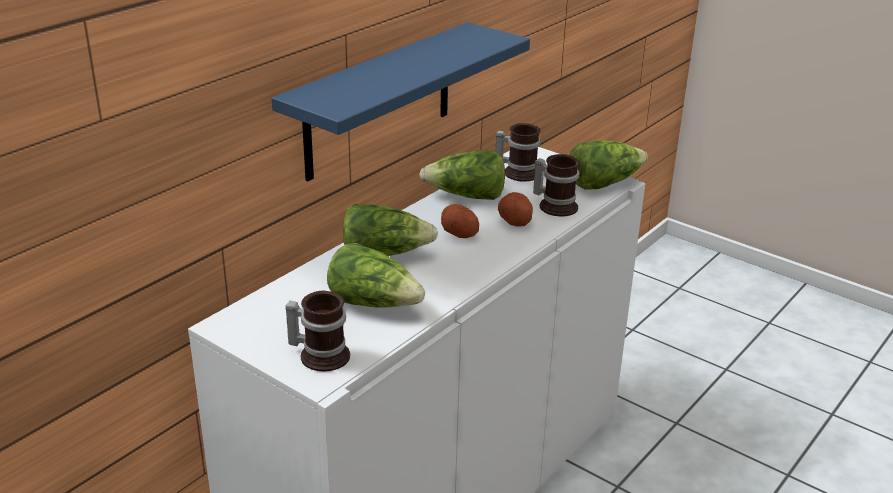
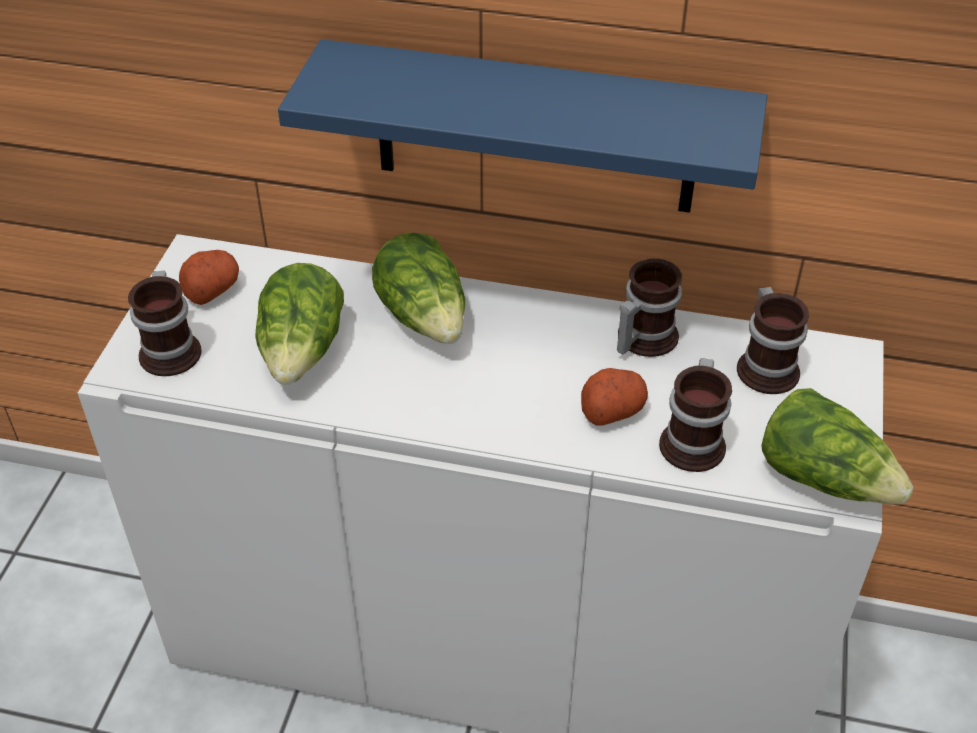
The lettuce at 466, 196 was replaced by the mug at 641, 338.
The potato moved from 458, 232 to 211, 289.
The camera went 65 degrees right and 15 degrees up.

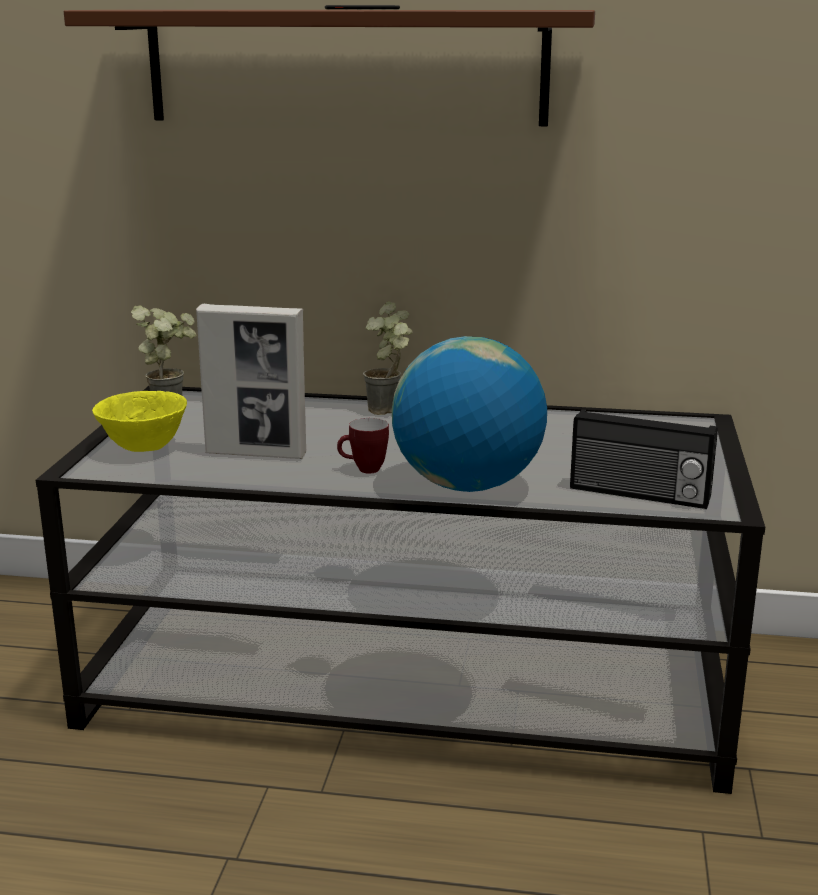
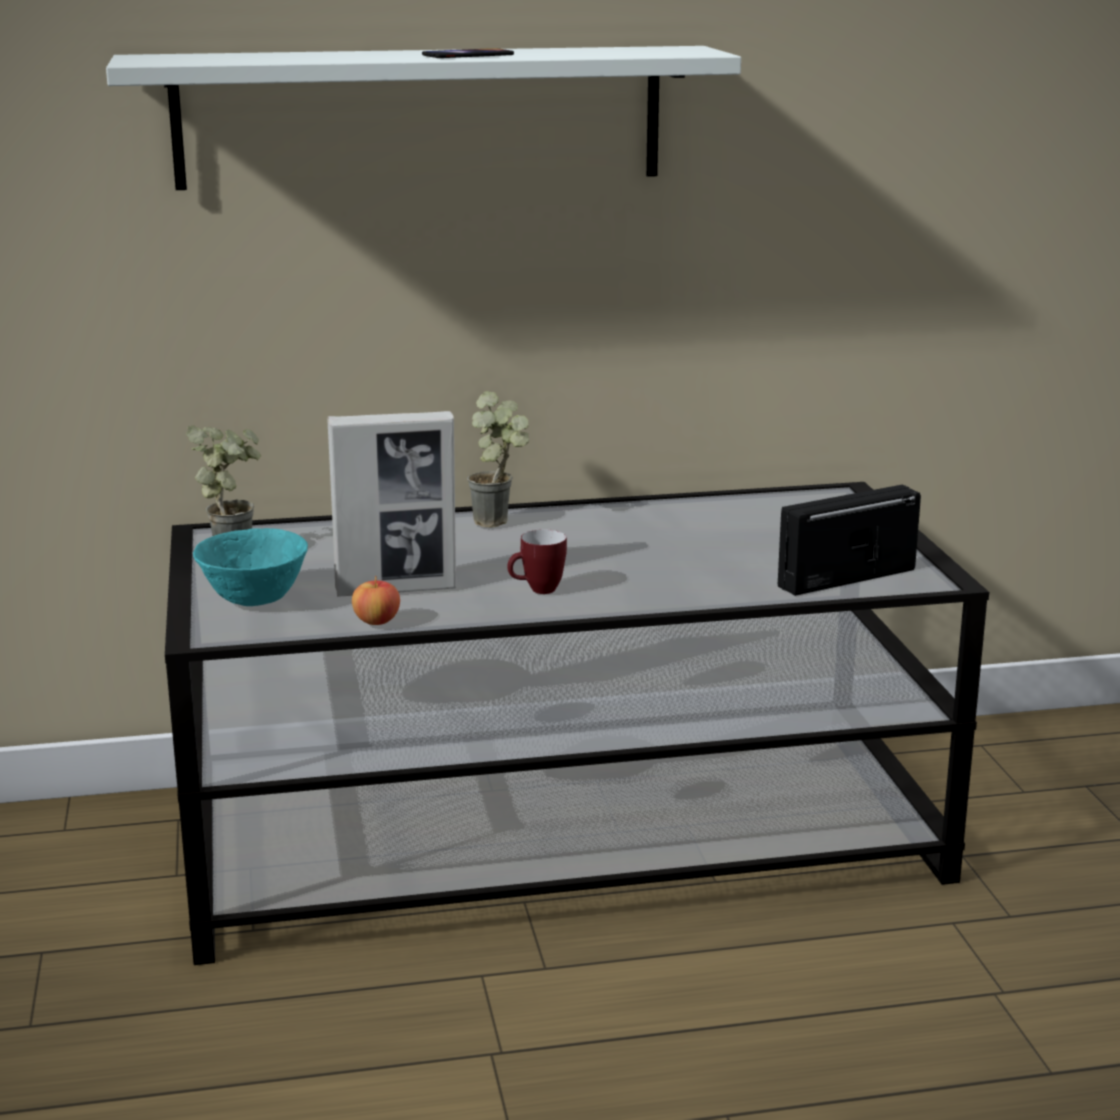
The brown shelf at 345, 67 became the white shelf at 420, 117.
The globe at 467, 485 disappeared.
The yellow bowl at 143, 448 became the turquoise bowl at 253, 601.
The radio at 639, 494 turned 150 degrees clockwise.
The apple at 376, 621 appeared.
The camera went 20 degrees left and 0 degrees up.

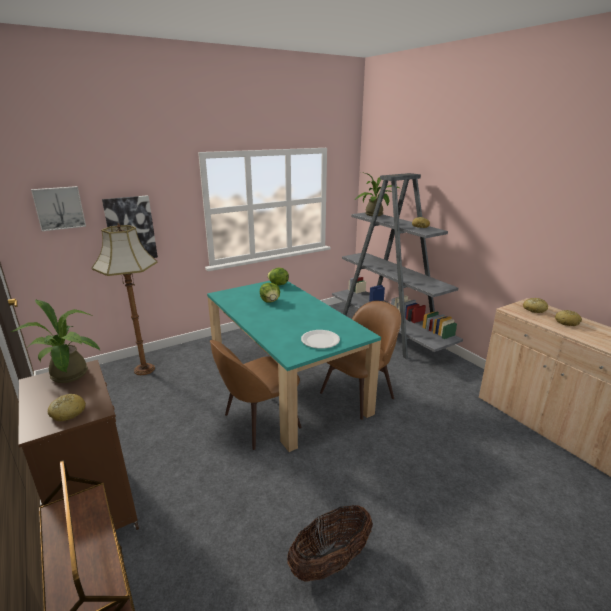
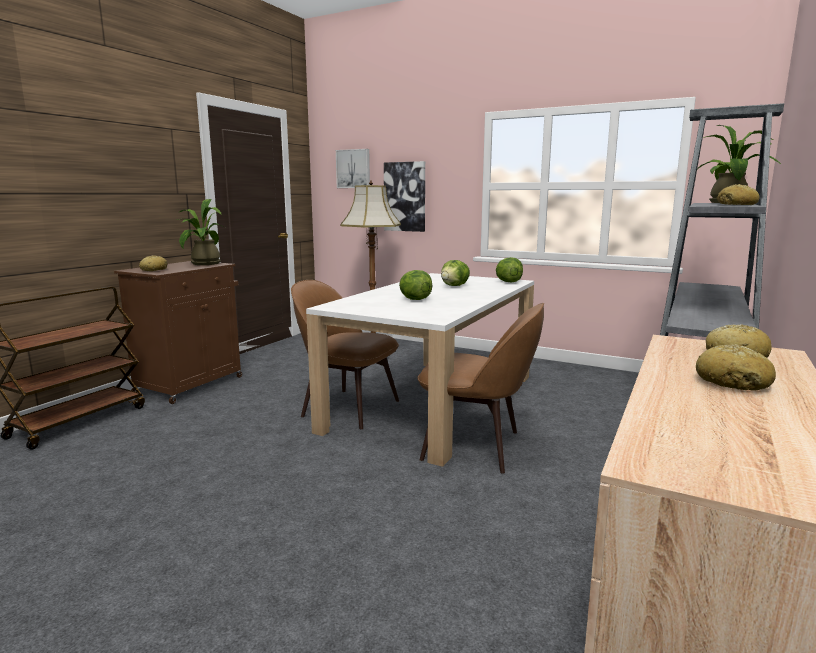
The turquoise dining table at 286, 384 became the white dining table at 435, 401.
The white plate at 320, 340 disappeared.
The basket at 330, 561 disappeared.
The lettuce at 414, 299 appeared.
The camera went 60 degrees right and 10 degrees down.

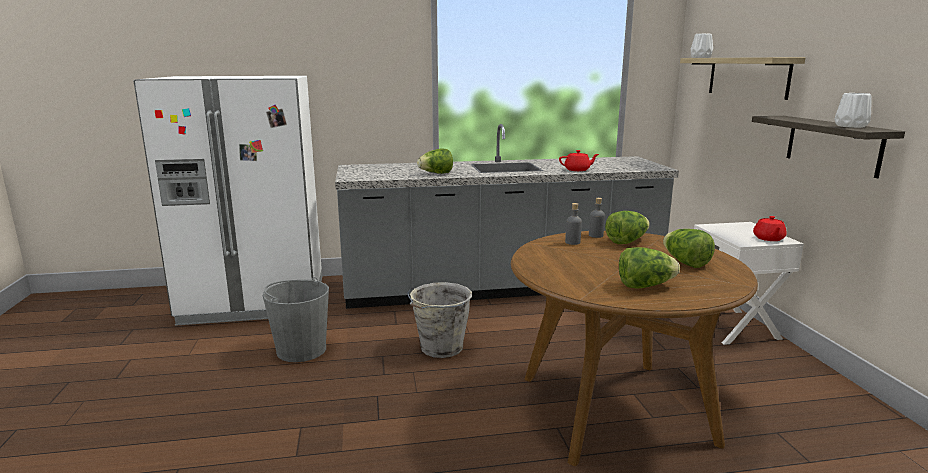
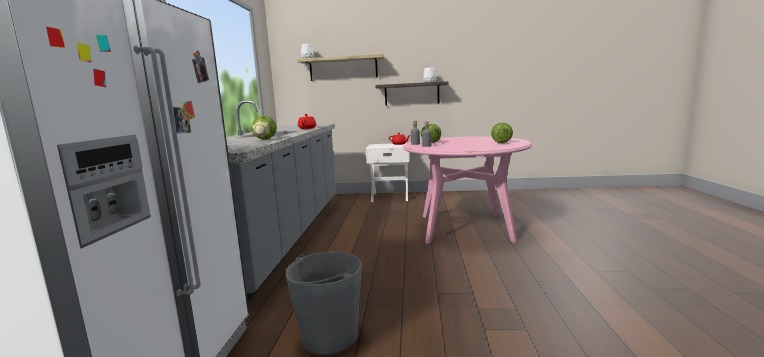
The lettuce at 685, 263 disappeared.
The brown dining table at 615, 408 became the pink dining table at 465, 227.
The grey bucket at 440, 348 disappeared.
The camera went 75 degrees left and 5 degrees down.

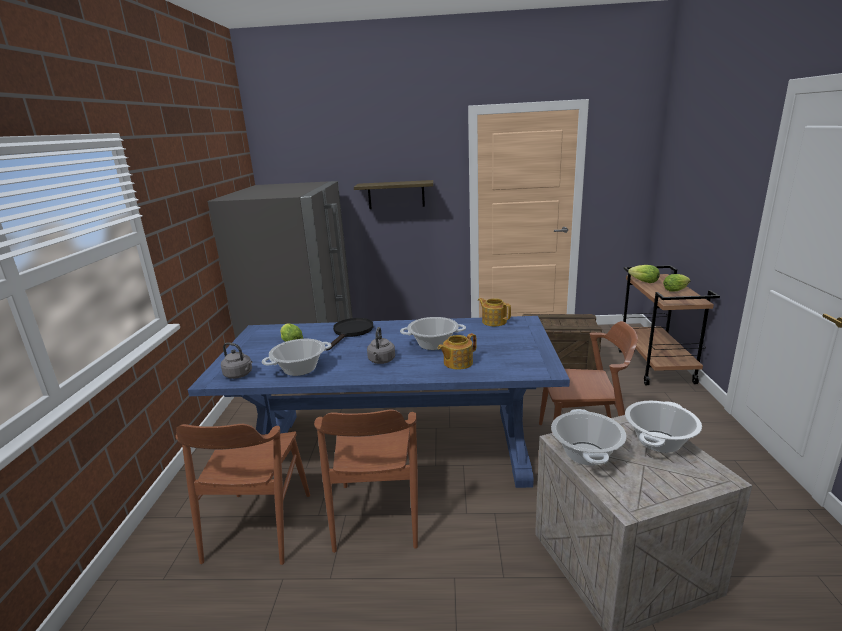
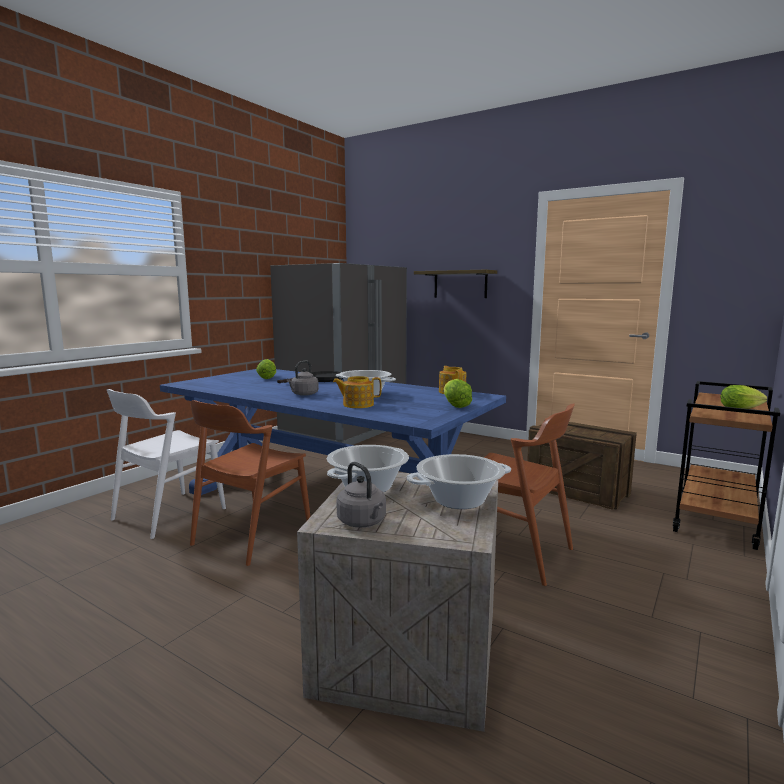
The lettuce moved from 644, 282 to 455, 406.
The cooking pot at 300, 369 disappeared.
The grey kettle moved from 239, 375 to 363, 522.
The brown chair at 258, 526 became the white chair at 169, 514.
The camera went 30 degrees right and 10 degrees down.

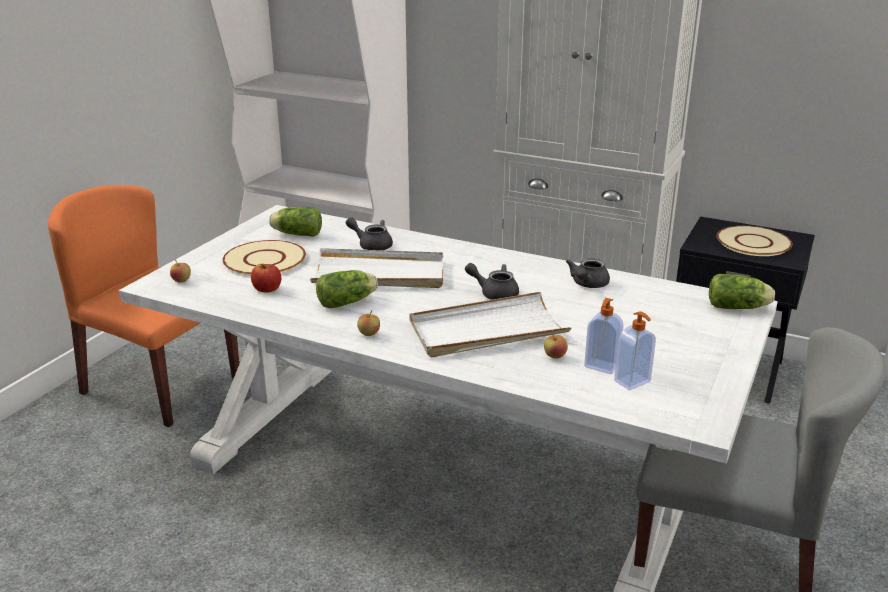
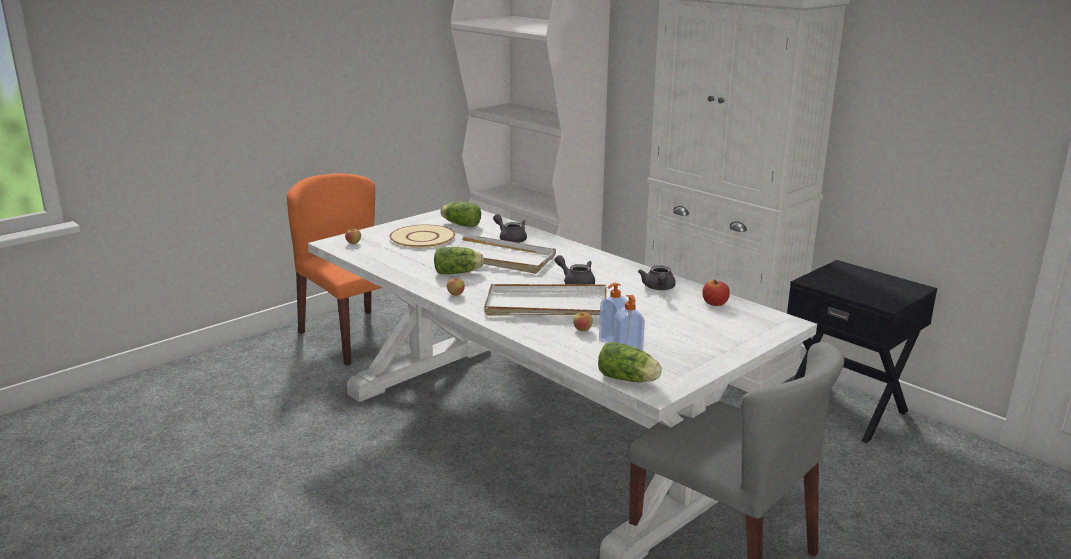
The beige plate at 753, 242 disappeared.
The grey teapot at 587, 285 turned 45 degrees counterclockwise.
The apple moved from 267, 289 to 715, 303.
The lettuce moved from 739, 307 to 629, 379.
The camera went 20 degrees right and 5 degrees down.

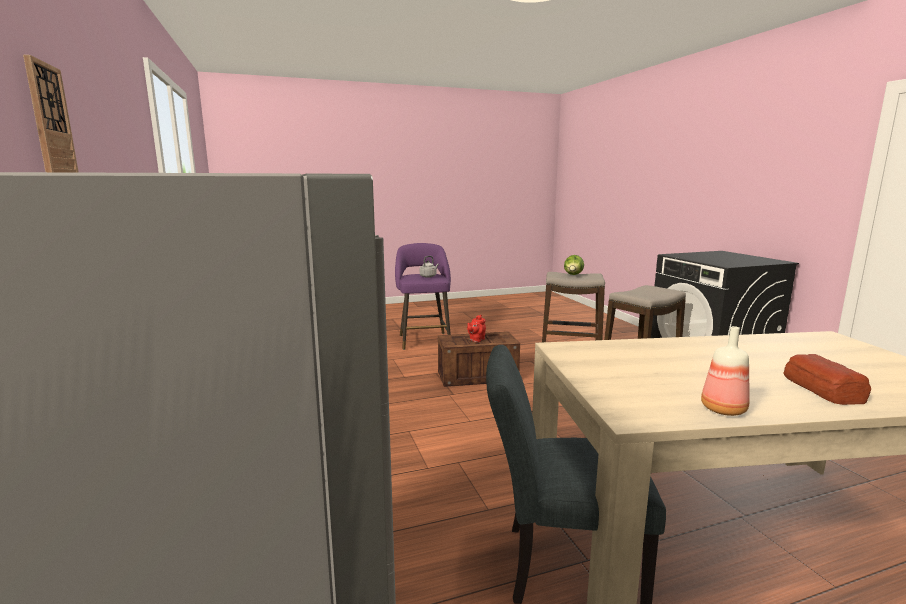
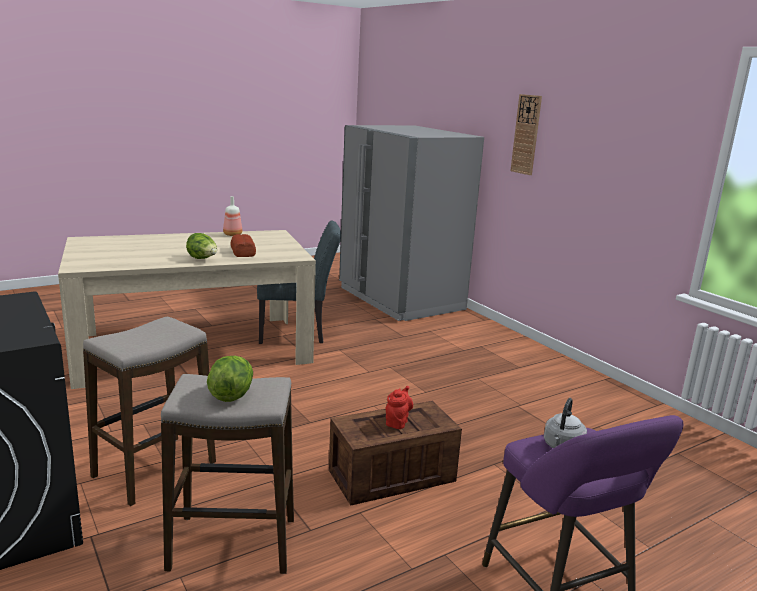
The bread moved from 822, 389 to 242, 252.
The lettuce at 203, 259 appeared.
The camera went 165 degrees right and 5 degrees up.

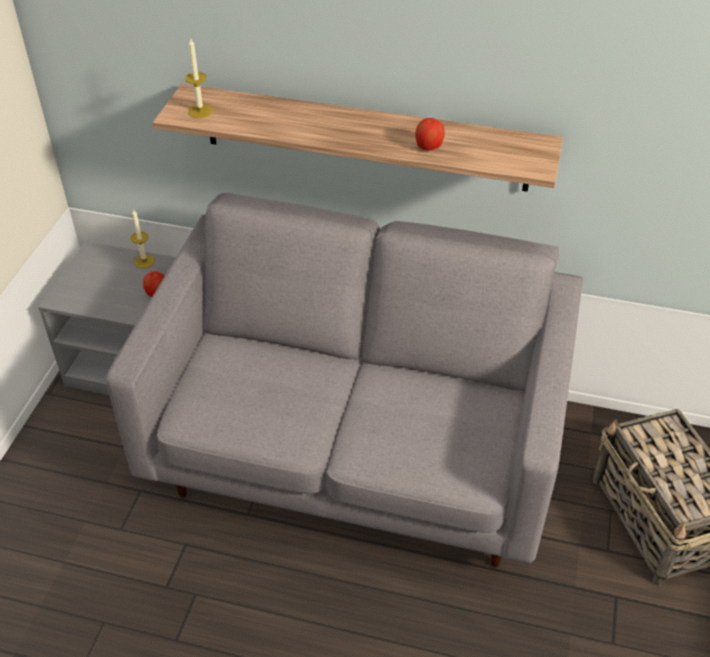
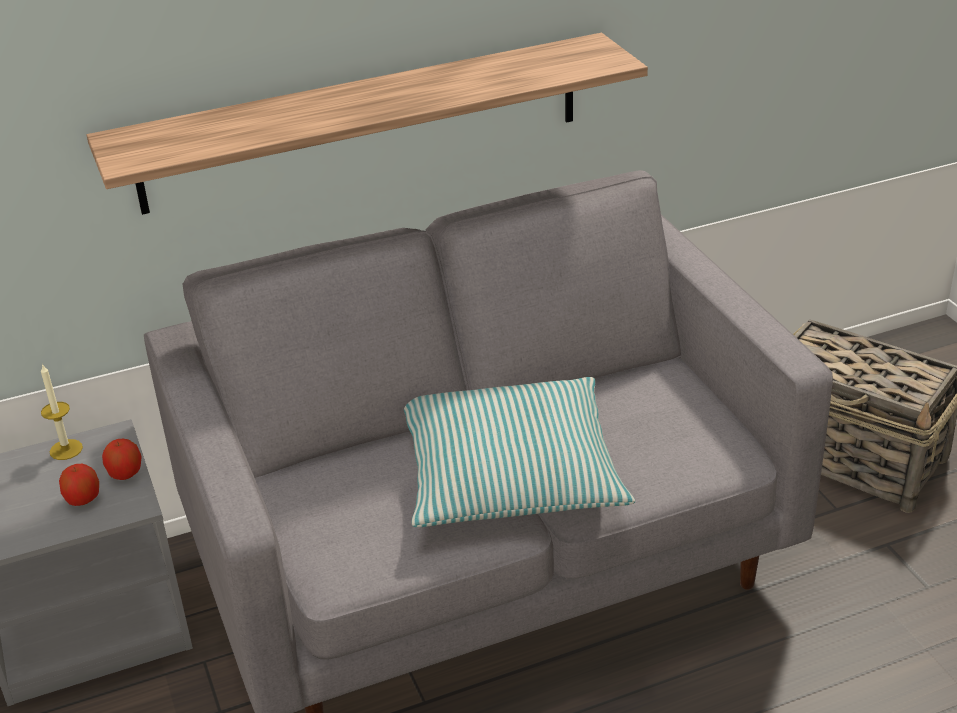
The candle at 200, 111 disappeared.
The apple moved from 428, 147 to 83, 500.
The pillow at 510, 473 appeared.
The camera went 35 degrees left and 10 degrees down.

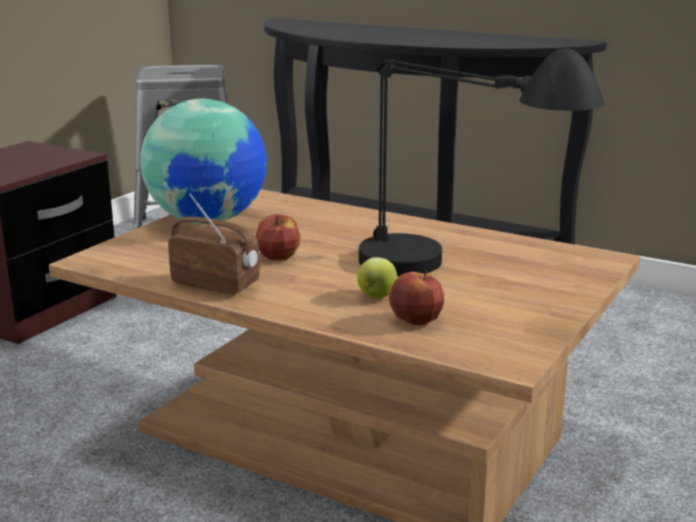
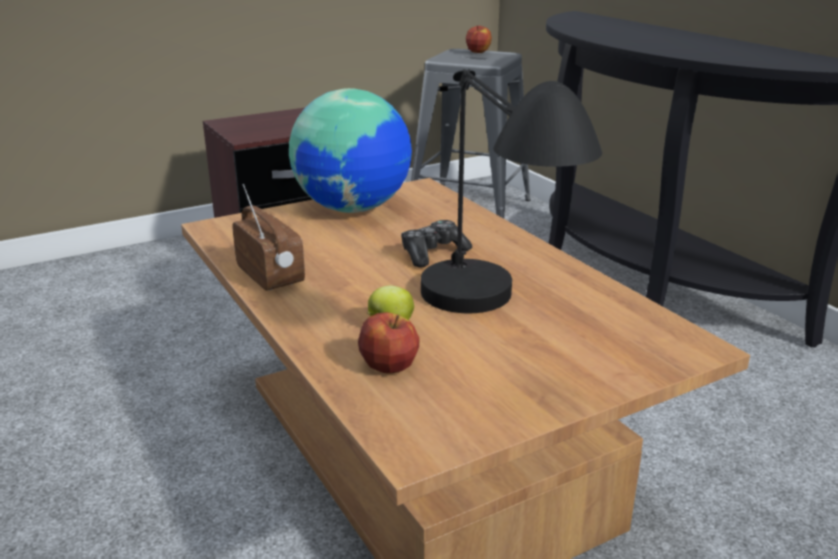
The apple moved from 278, 257 to 478, 52.
The game controller at 433, 253 appeared.
The camera went 30 degrees right and 5 degrees up.

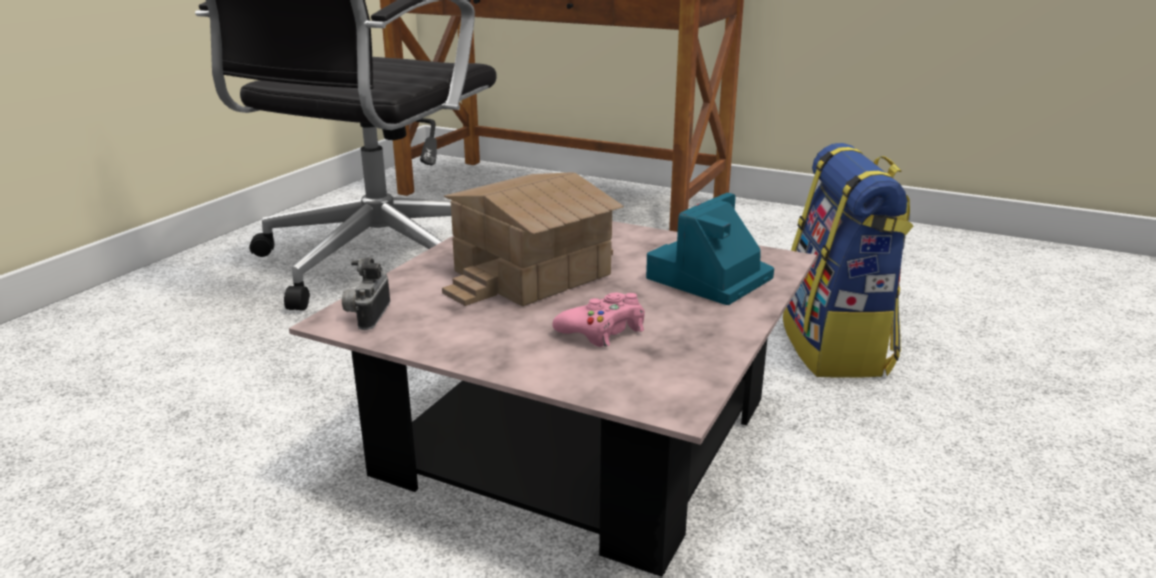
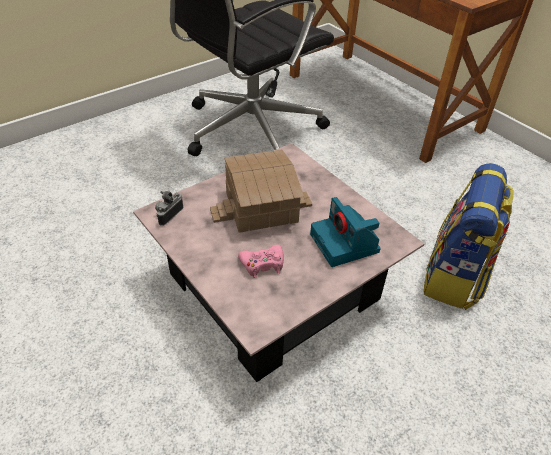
The photo camera at 709, 279 turned 90 degrees counterclockwise.
The camera went 25 degrees right and 20 degrees up.

